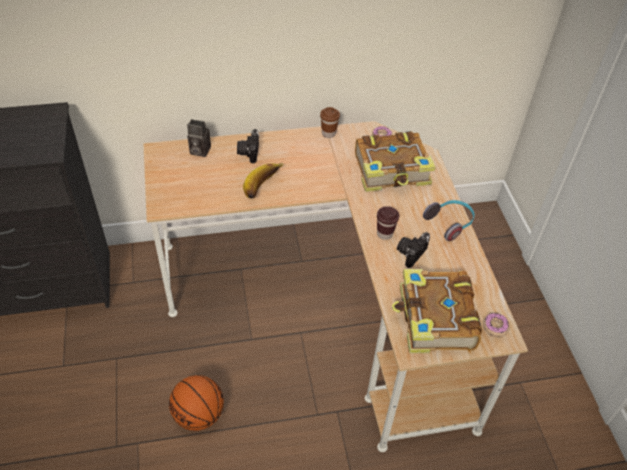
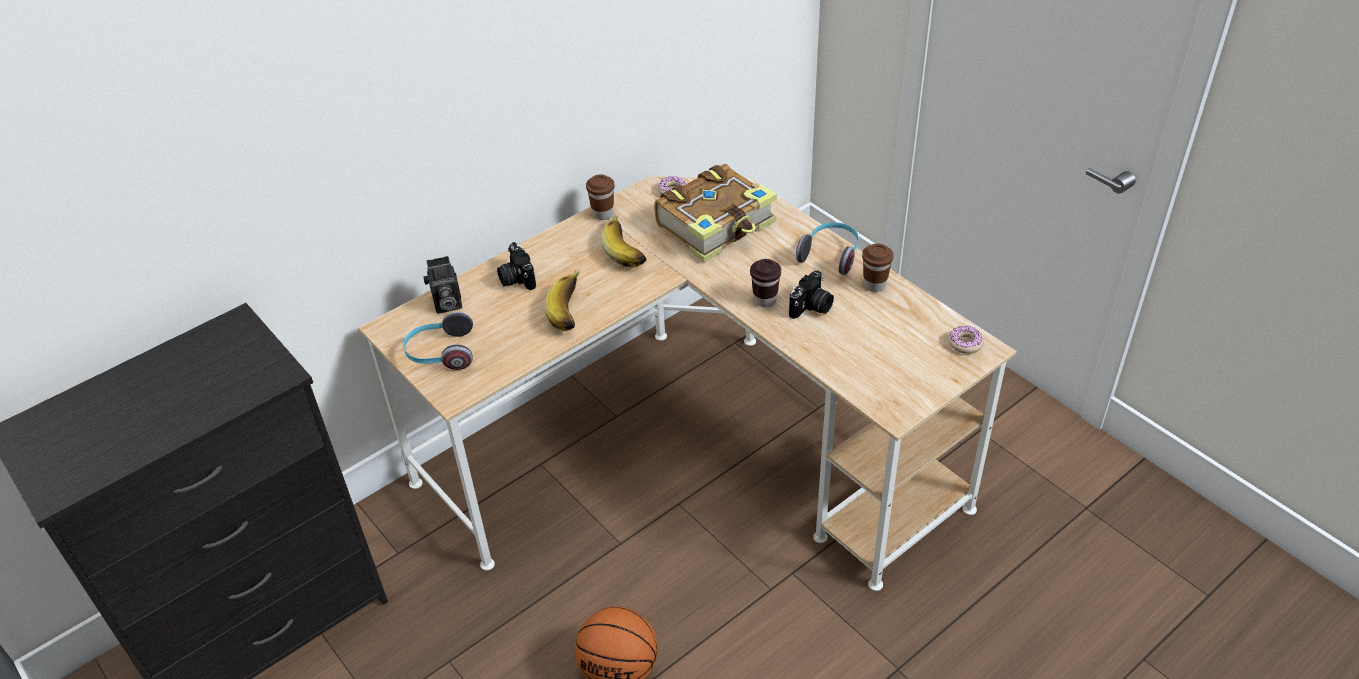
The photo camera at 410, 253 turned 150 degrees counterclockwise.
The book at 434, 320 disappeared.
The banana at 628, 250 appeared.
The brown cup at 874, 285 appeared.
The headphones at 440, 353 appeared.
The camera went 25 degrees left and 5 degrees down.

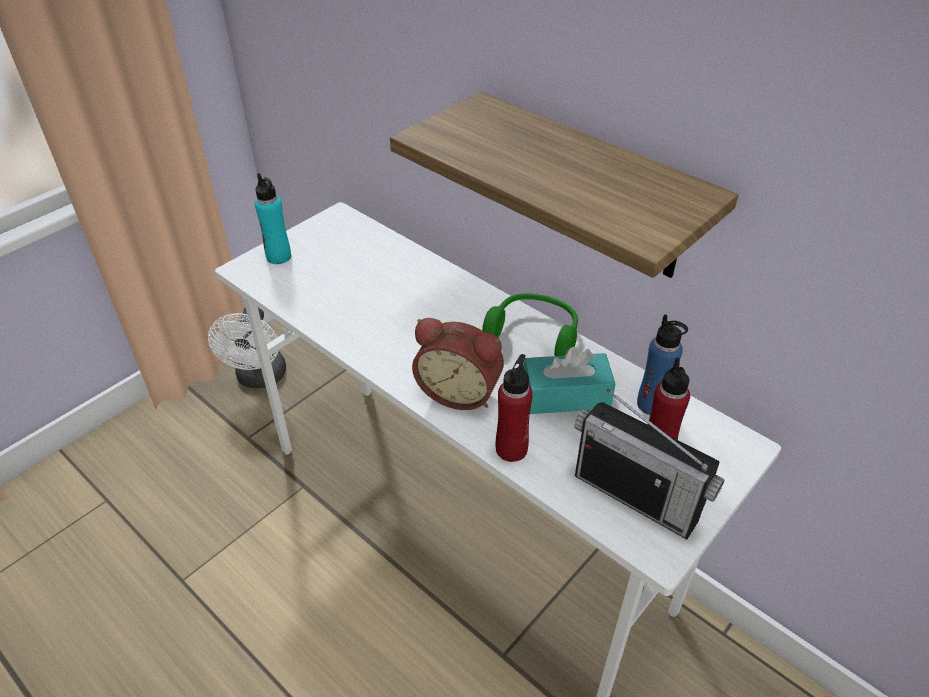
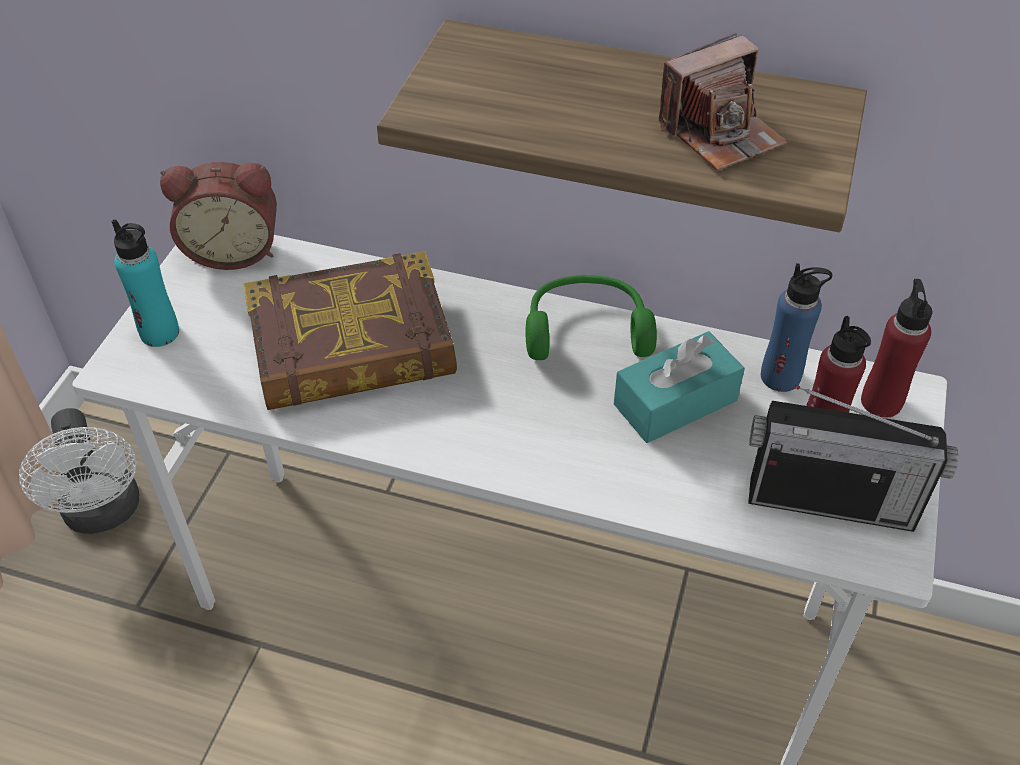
The alarm clock moved from 460, 391 to 234, 250.
The red bottle moved from 511, 449 to 881, 402.
The photo camera at 720, 133 appeared.
The book at 352, 346 appeared.
The camera went 25 degrees left and 5 degrees up.

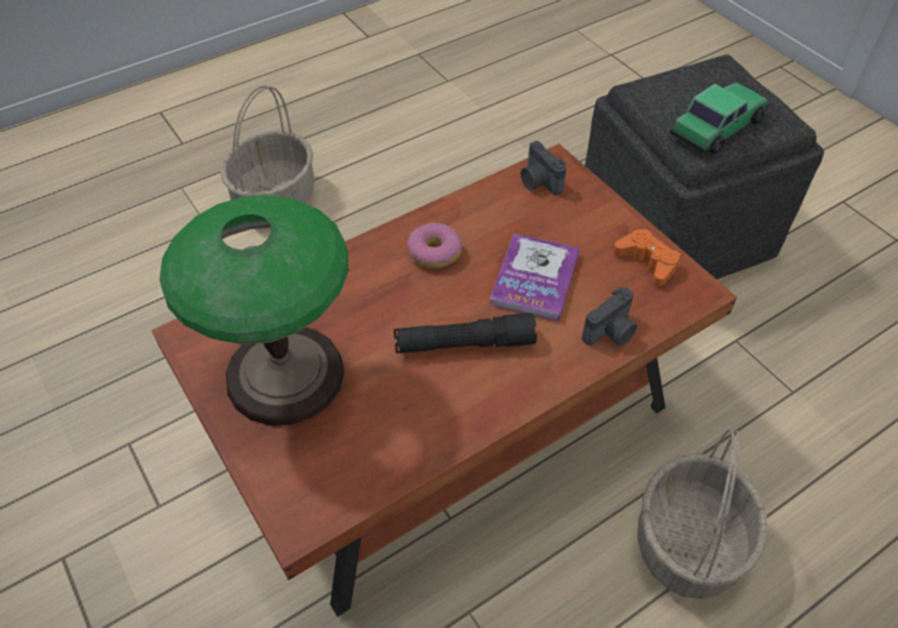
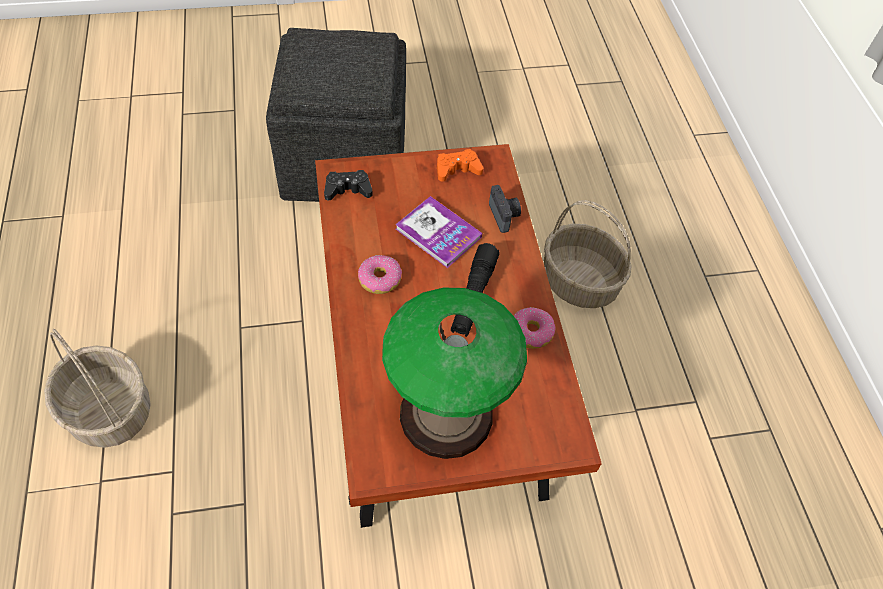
The toy car at 717, 126 disappeared.
The photo camera at 538, 182 was replaced by the black game controller at 348, 189.
The donut at 531, 332 appeared.
The camera went 70 degrees left and 5 degrees up.

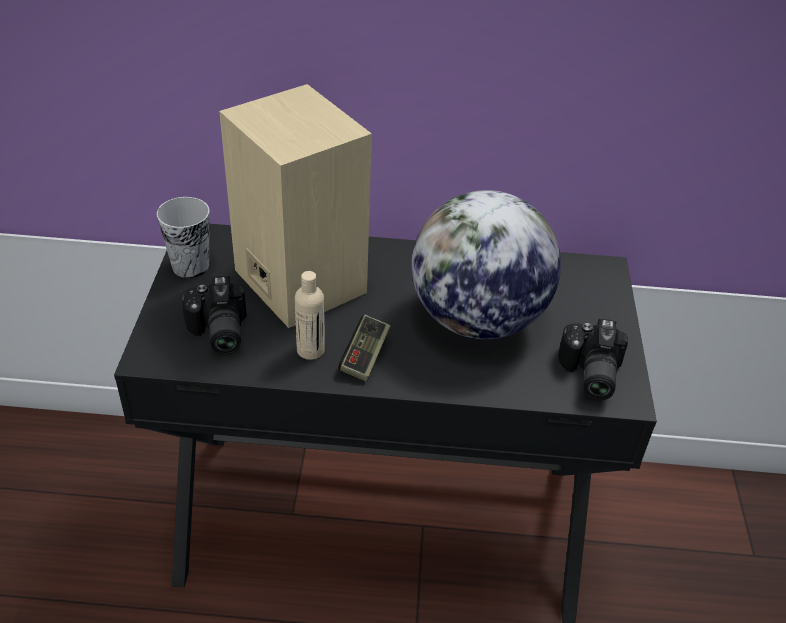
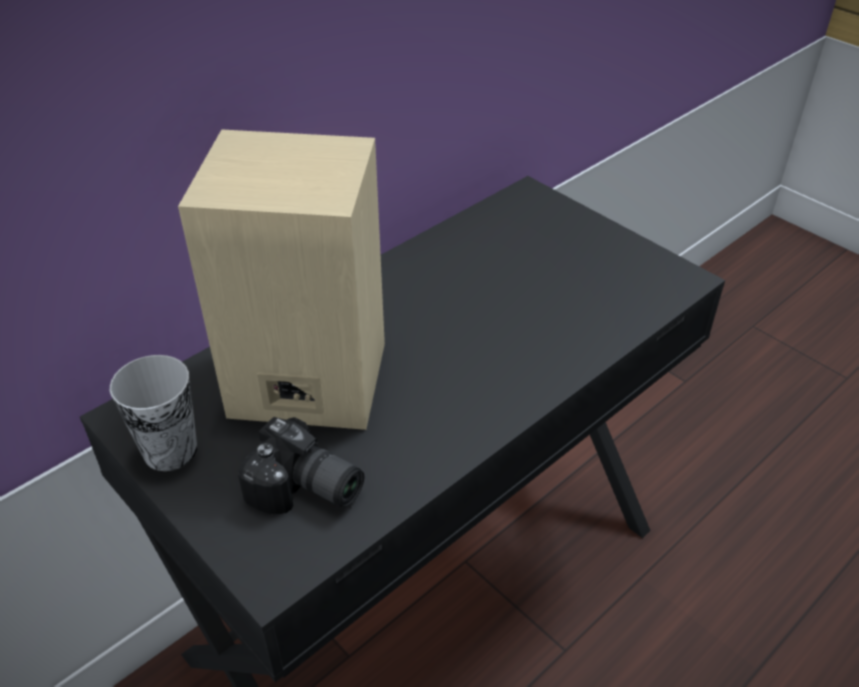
The globe at 477, 319 disappeared.
The beige bottle at 310, 350 disappeared.
The game controller at 365, 356 disappeared.
The photo camera at 588, 374 disappeared.
The camera went 45 degrees left and 0 degrees up.

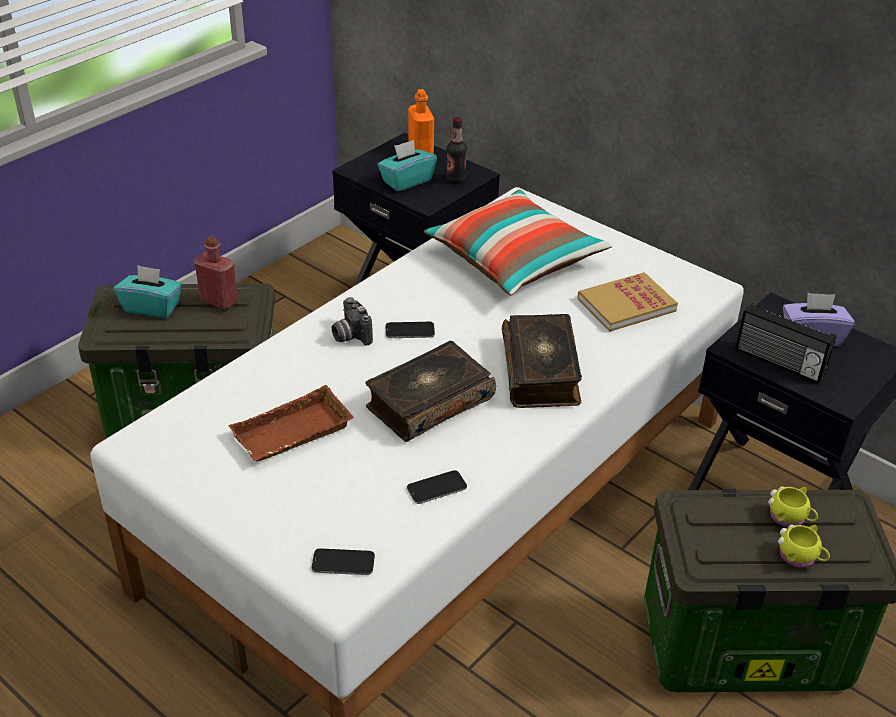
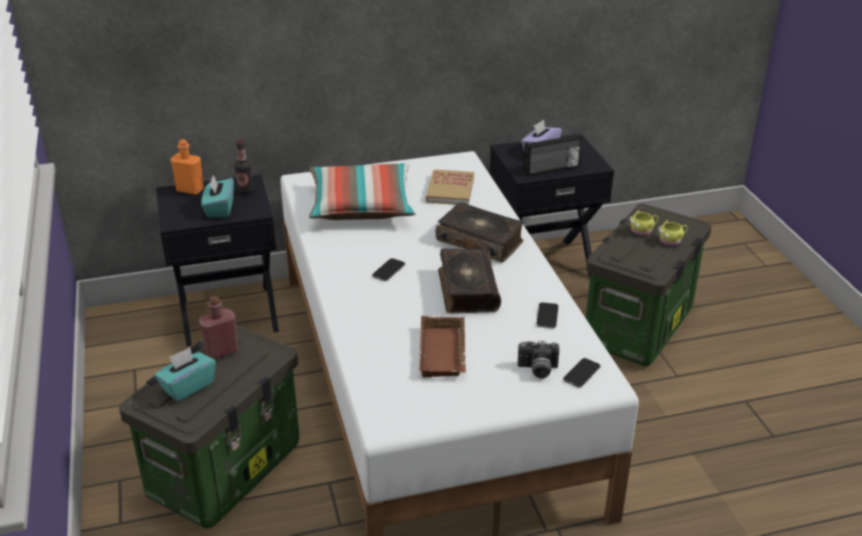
The photo camera moved from 350, 335 to 537, 370.
The camera went 55 degrees left and 5 degrees down.

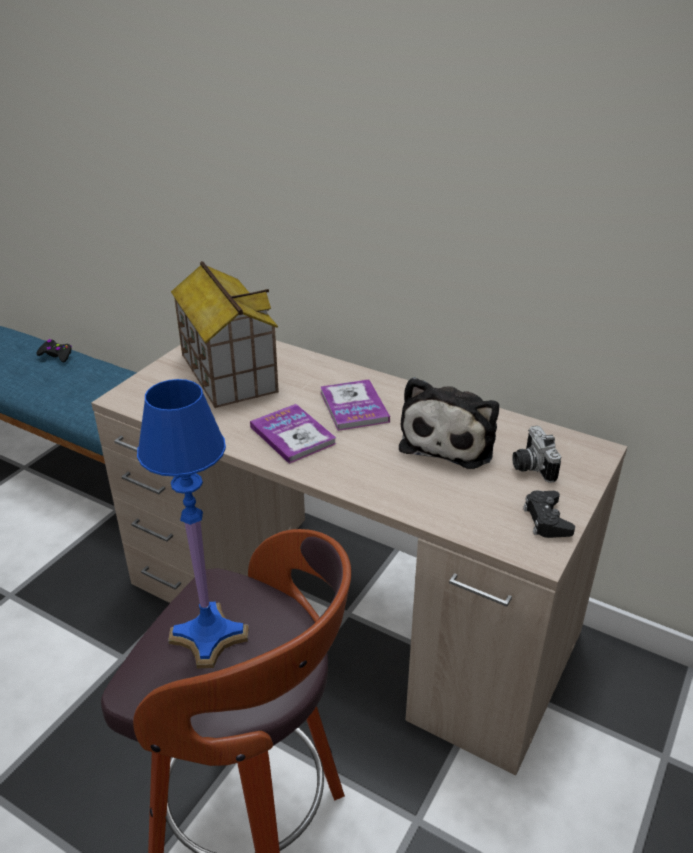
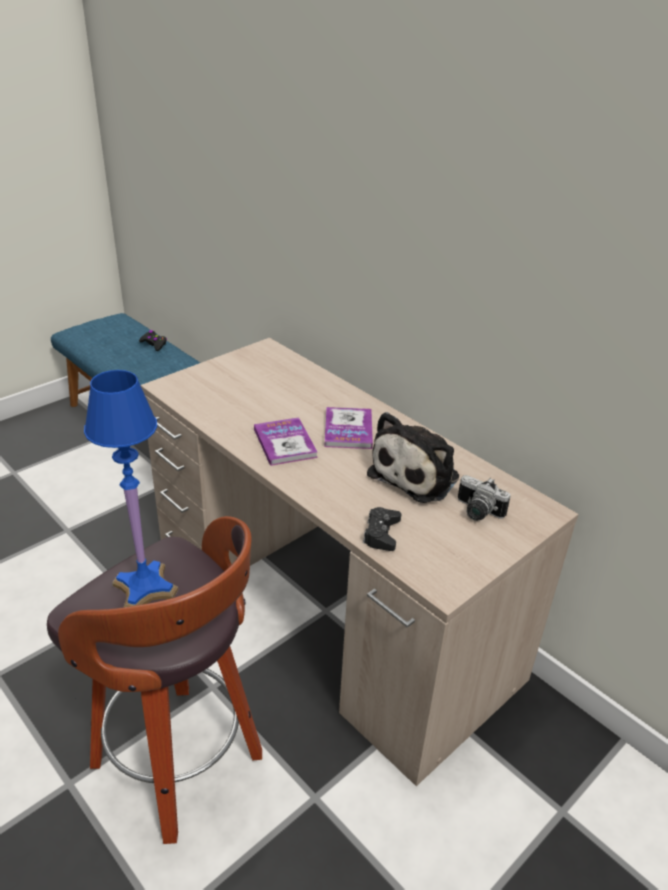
The toy house at 227, 372 disappeared.
The photo camera at 530, 466 turned 60 degrees counterclockwise.
The black game controller moved from 546, 520 to 381, 534.
The camera went 15 degrees right and 0 degrees up.

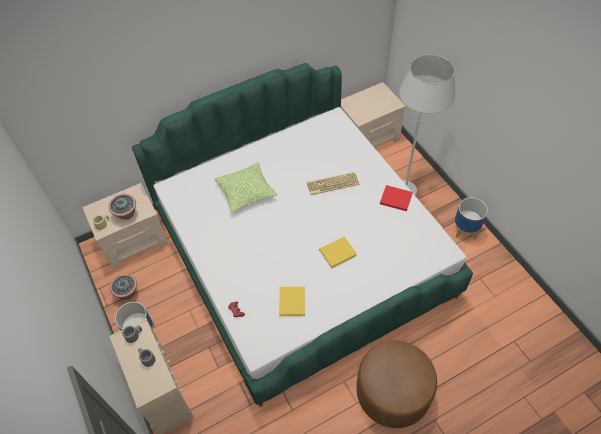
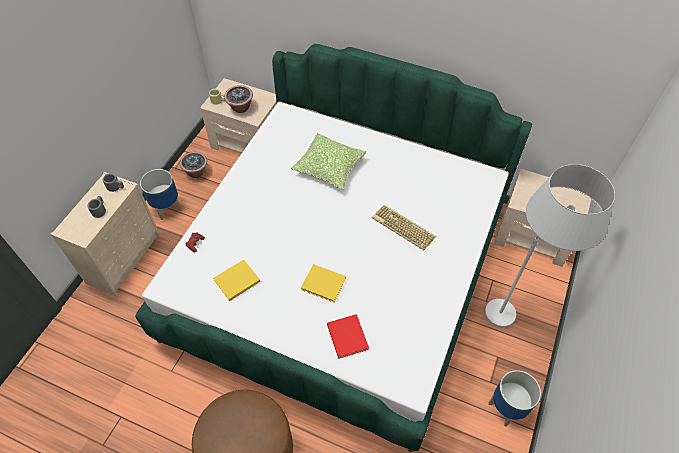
The red book moved from 395, 198 to 347, 335.
The camera went 50 degrees right and 0 degrees up.

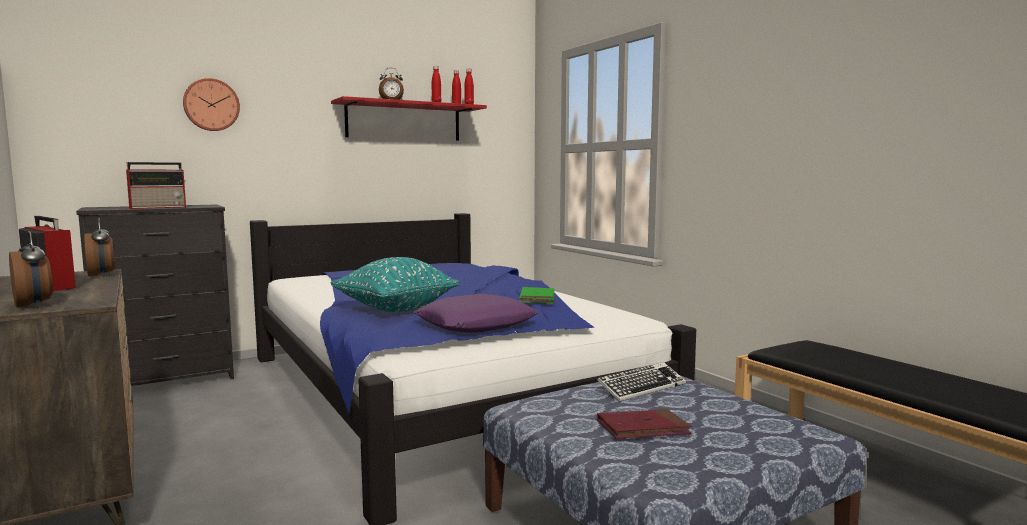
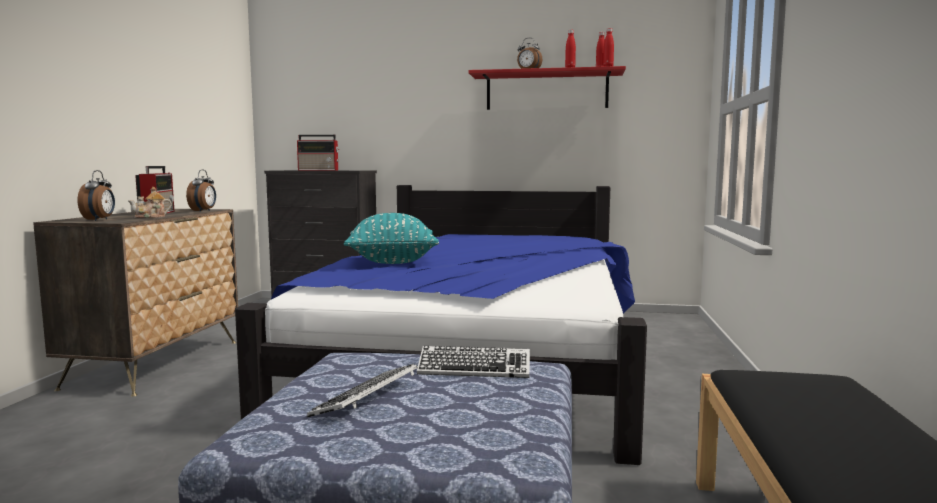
The wall clock at 211, 105 disappeared.
The green book at 537, 298 disappeared.
The purple pillow at 476, 324 disappeared.
The red book at 642, 428 was replaced by the keyboard at 367, 399.
The teapot at 151, 217 appeared.
The camera went 40 degrees right and 0 degrees up.

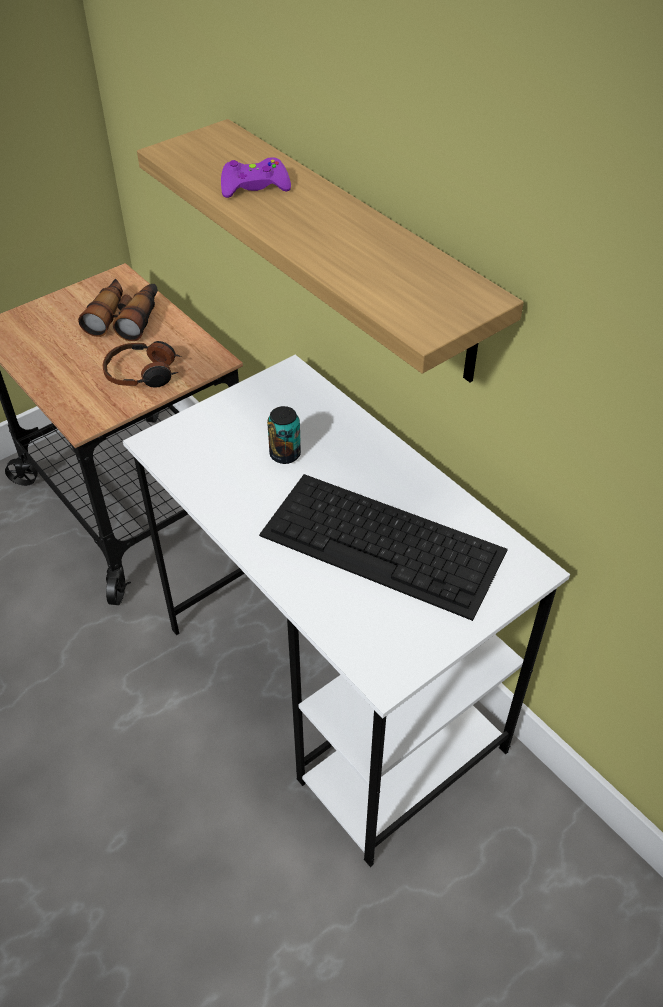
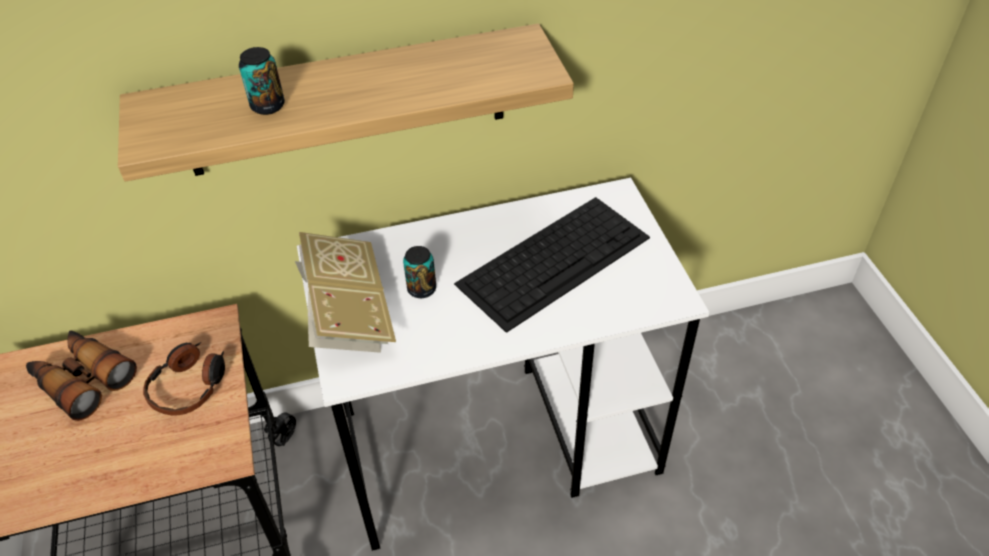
The purple game controller at 254, 187 was replaced by the can at 268, 106.
The book at 347, 314 appeared.
The camera went 65 degrees left and 0 degrees up.

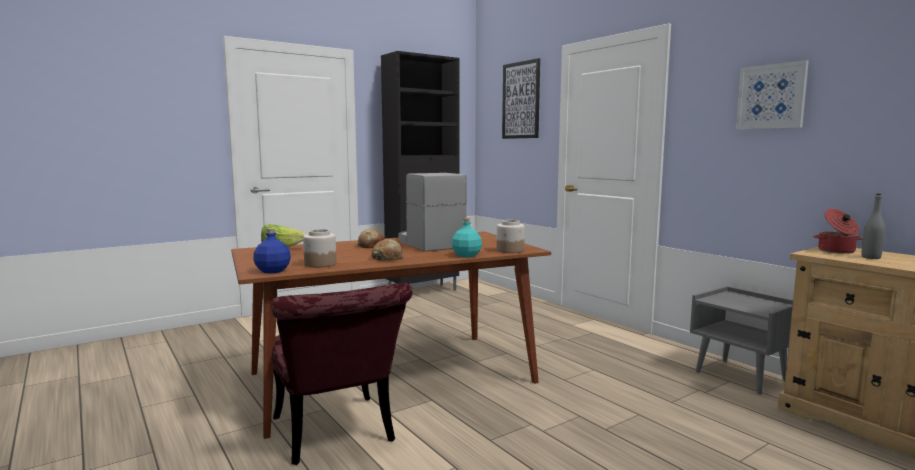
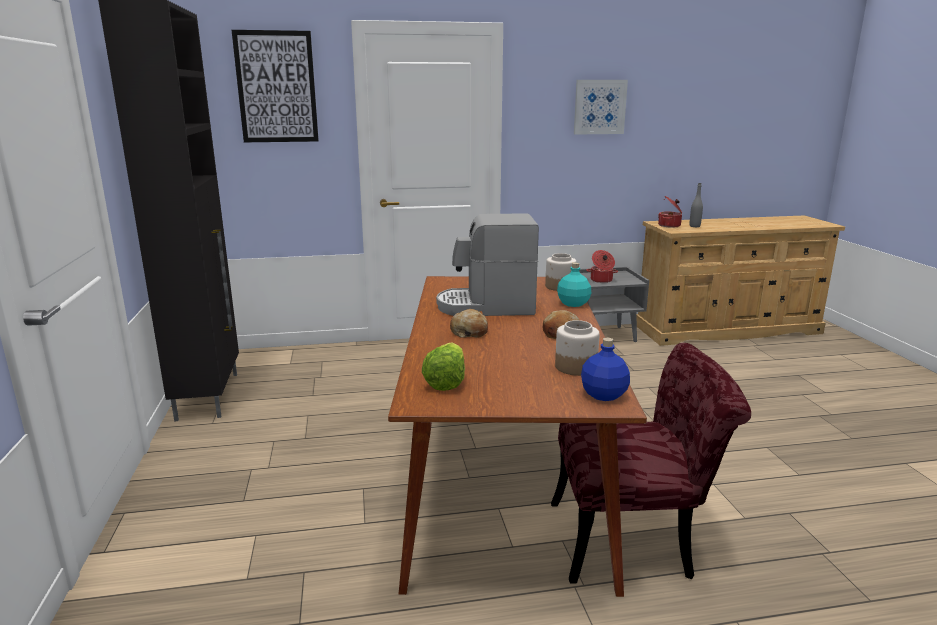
The cooking pot at 601, 280 appeared.
The camera went 65 degrees left and 10 degrees up.

